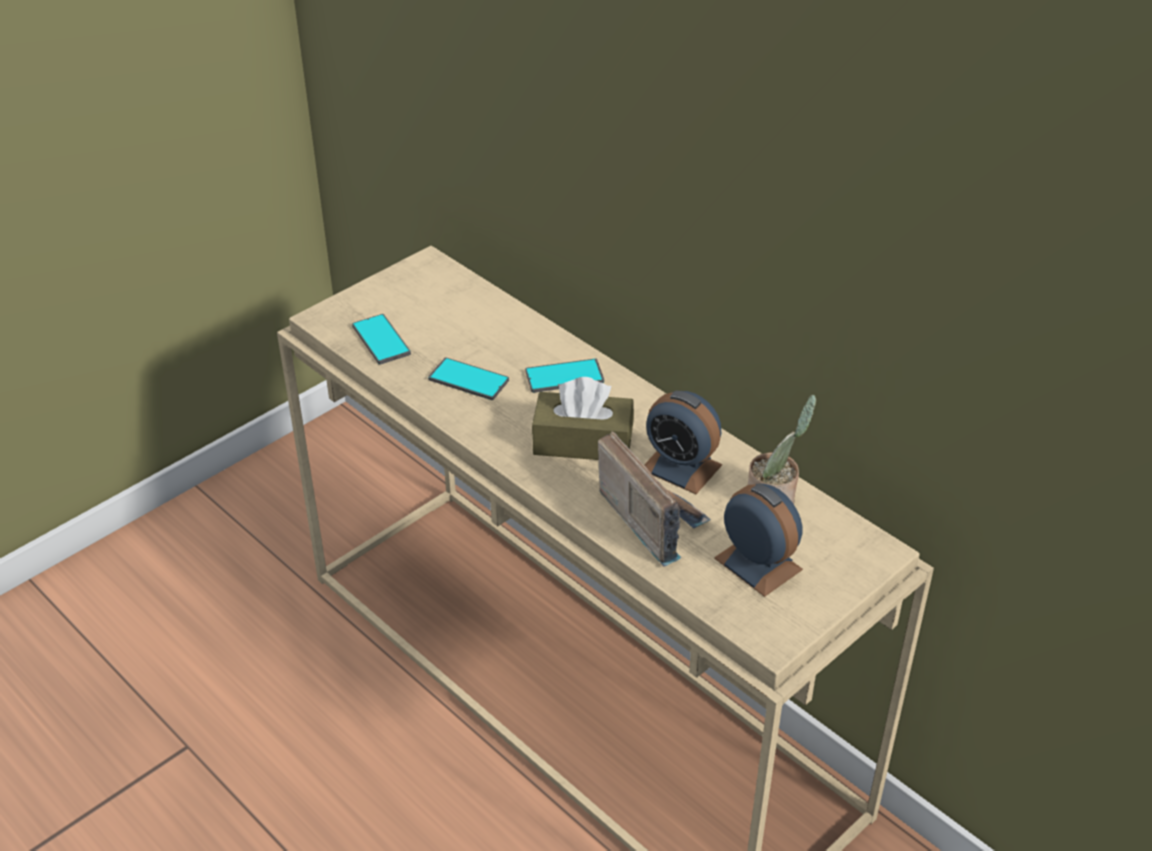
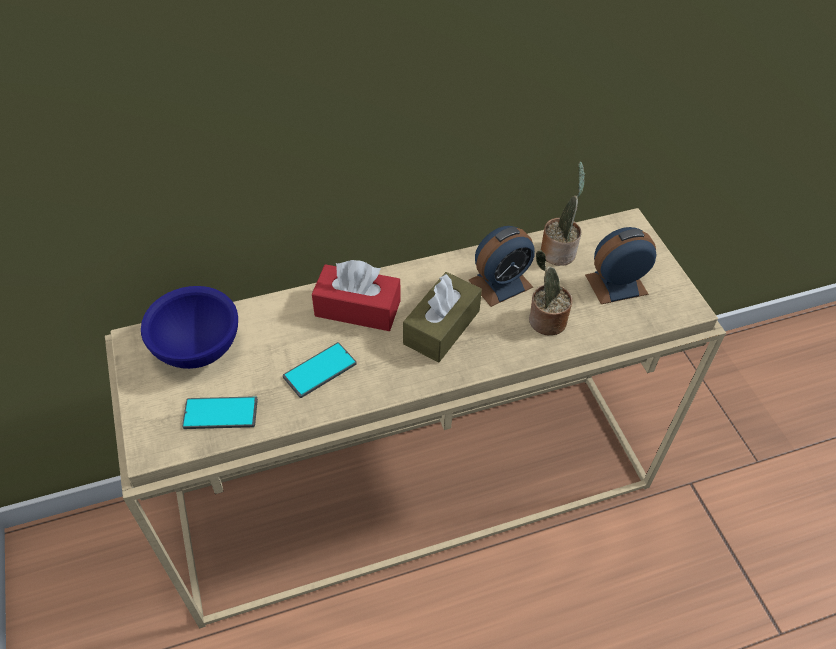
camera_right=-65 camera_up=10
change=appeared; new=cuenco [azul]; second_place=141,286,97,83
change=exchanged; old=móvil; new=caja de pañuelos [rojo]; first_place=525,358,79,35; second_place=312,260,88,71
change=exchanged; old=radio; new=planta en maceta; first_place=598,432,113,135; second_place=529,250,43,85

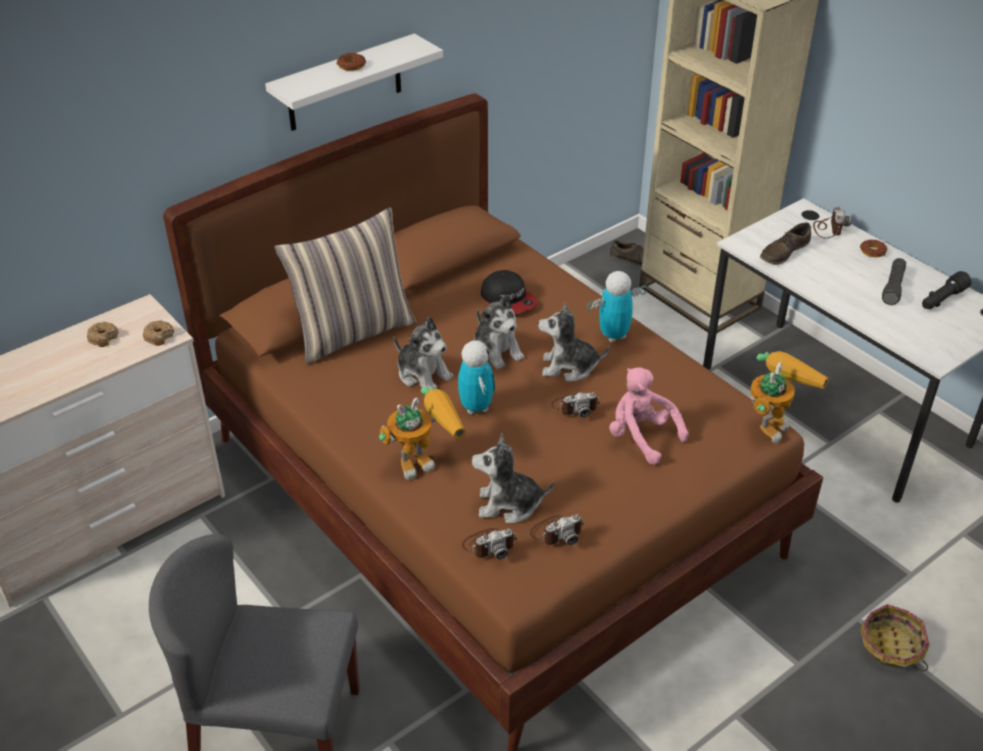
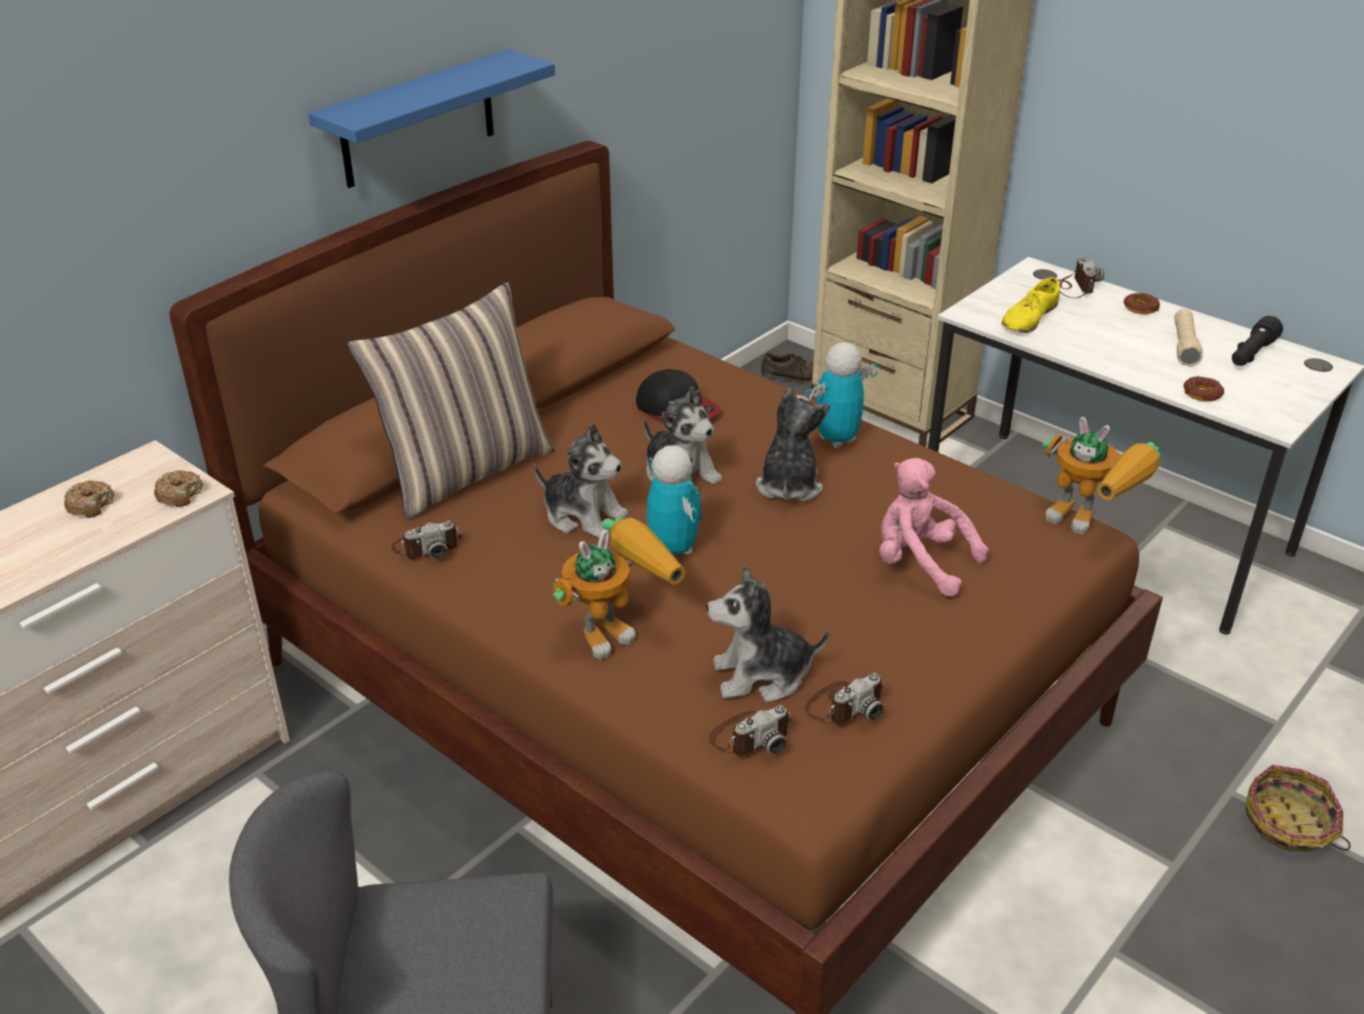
camera_right=-10 camera_up=-5
change=colour; old=estante [blanco]; new=estante [azul]; first_place=265,34,178,97; second_place=308,49,247,139
change=relocated; old=cámara; first_place=551,392,49,26; second_place=391,521,71,38
change=spun; old=peluche; first_place=538,302,71,80; second_place=756,388,74,113; degrees=105
change=colour; old=zapato [marrón]; new=zapato [amarillo]; first_place=760,223,51,42; second_place=1001,277,59,56
change=spun; old=robot de juguete; first_place=750,351,79,92; second_place=1042,417,118,117; degrees=105
change=colour; old=linterna [negro]; new=linterna [beis]; first_place=882,258,24,47; second_place=1175,309,28,57
change=relocated; old=rosquilla; first_place=336,53,30,18; second_place=1184,376,41,26

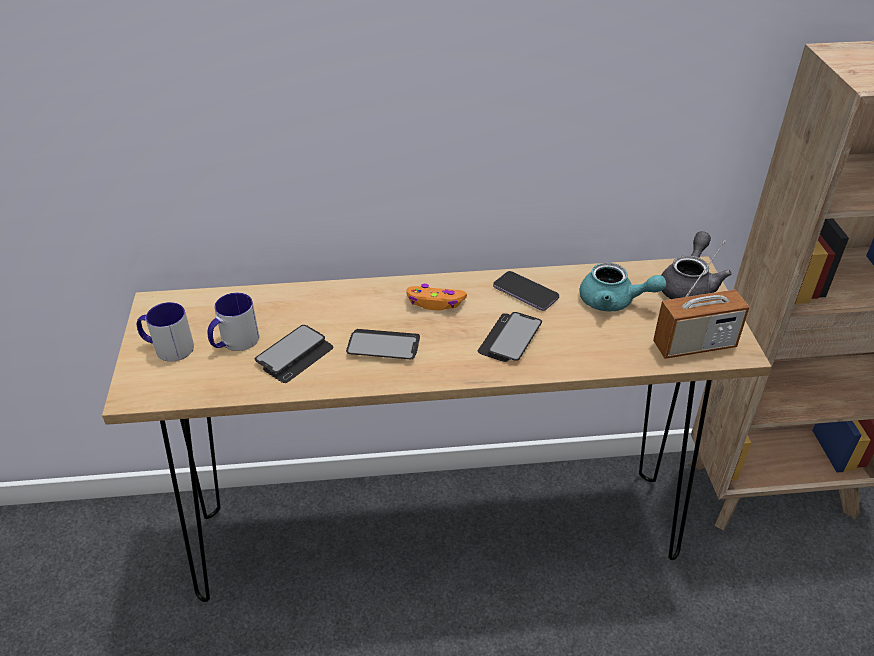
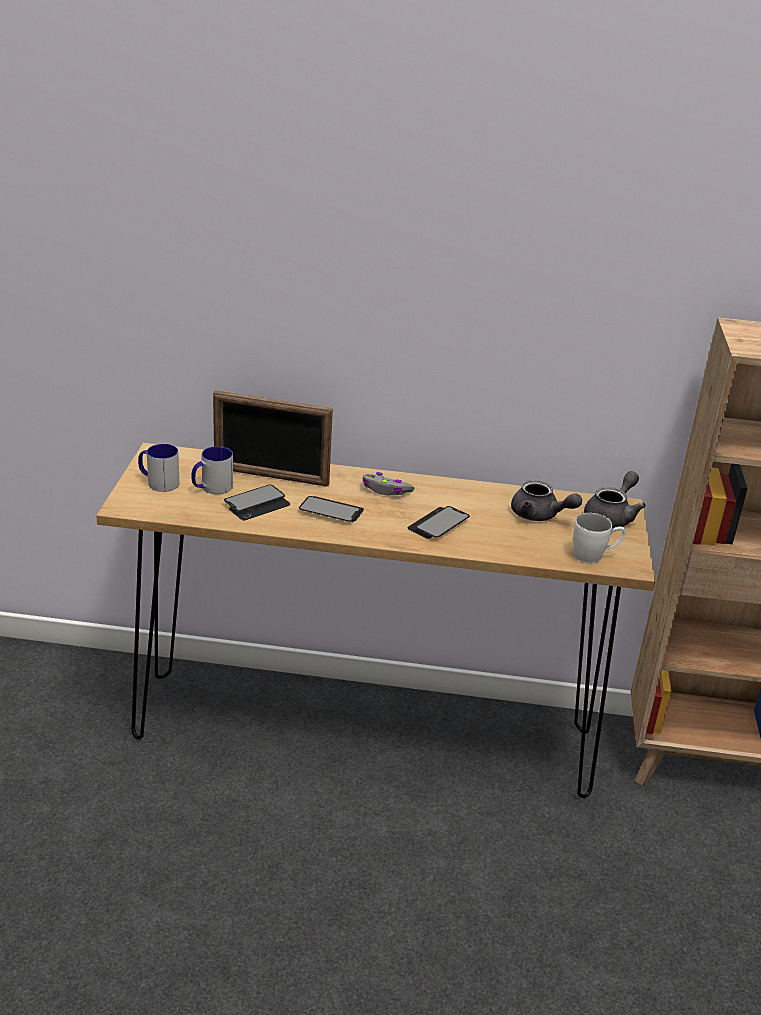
camera_right=10 camera_up=-10
change=appeared; new=portarretratos; second_place=213,391,120,96
change=colour; old=mando de consola [naranja]; new=mando de consola [gris]; first_place=406,284,61,27; second_place=362,472,52,24
change=colour; old=tetera [turquesa]; new=tetera [gris]; first_place=580,262,86,49; second_place=511,480,71,41
change=exchanged; old=radio; new=taza grande [blanco]; first_place=653,240,96,119; second_place=573,513,53,50
change=missing; old=móvil; first_place=493,271,66,40

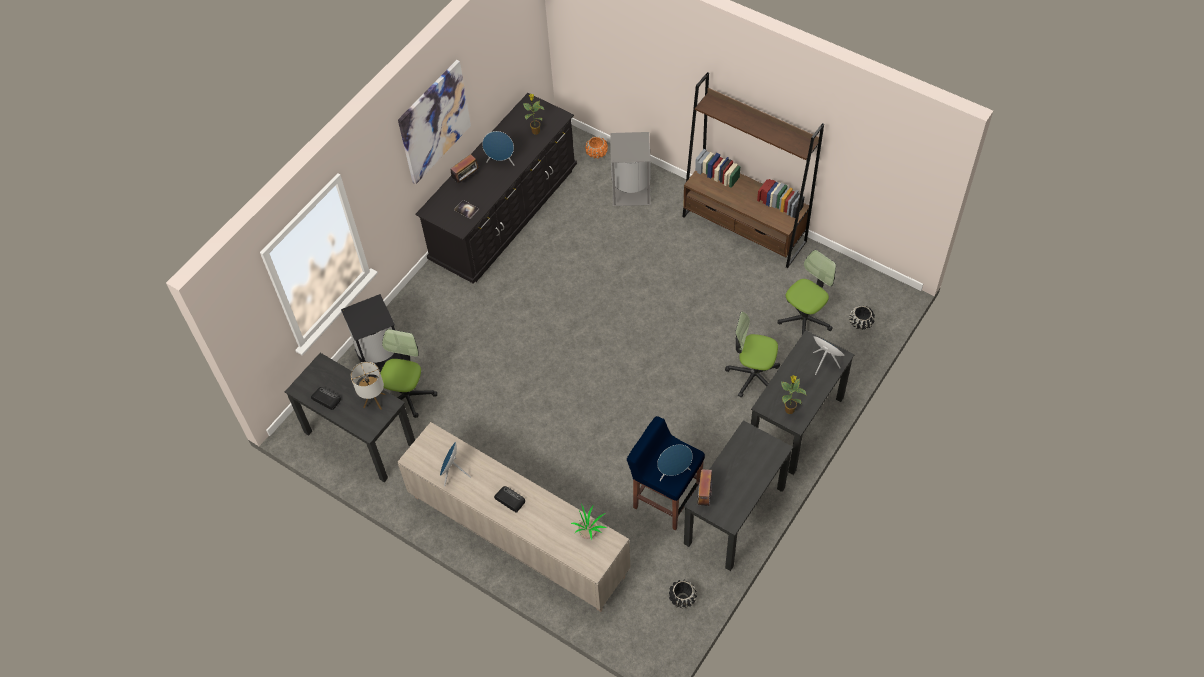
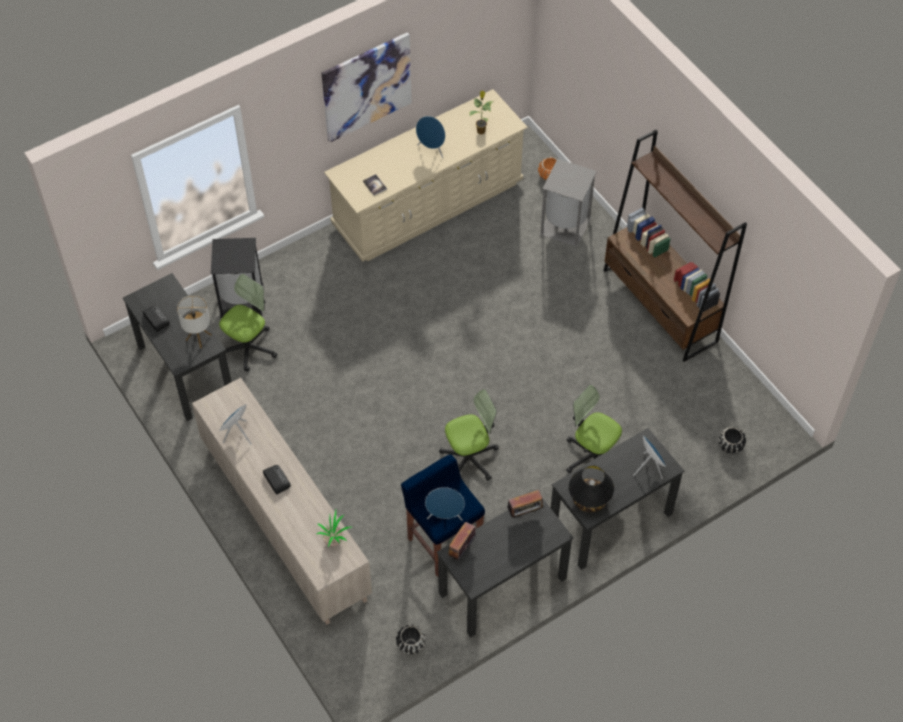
camera_right=20 camera_up=0
change=colour; old=cómoda [negro]; new=cómoda [beis]; first_place=415,93,162,191; second_place=324,89,204,173
change=relocated; old=silla de oficina; first_place=778,250,58,85; second_place=439,389,60,92
change=relocated; old=radio; first_place=450,154,29,29; second_place=507,490,38,28
change=exchanged; old=planta en maceta; new=lámpara de mesa [negro]; first_place=781,375,25,39; second_place=569,466,45,46

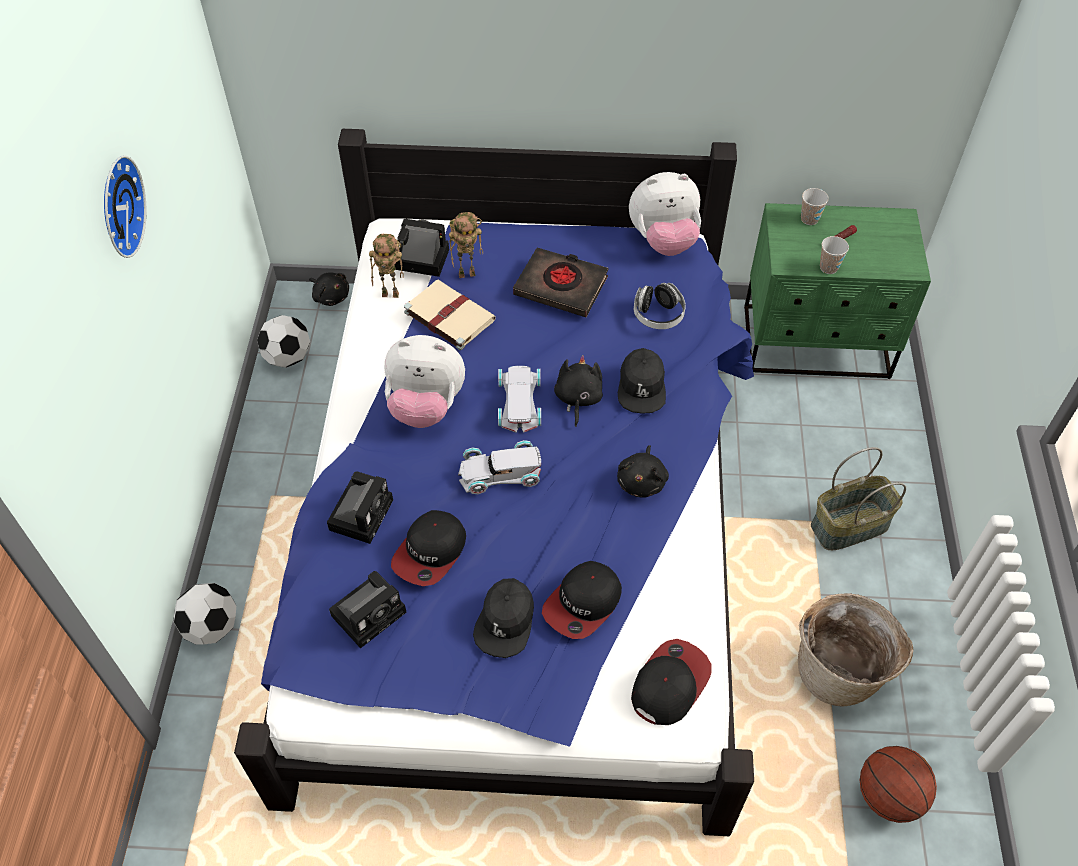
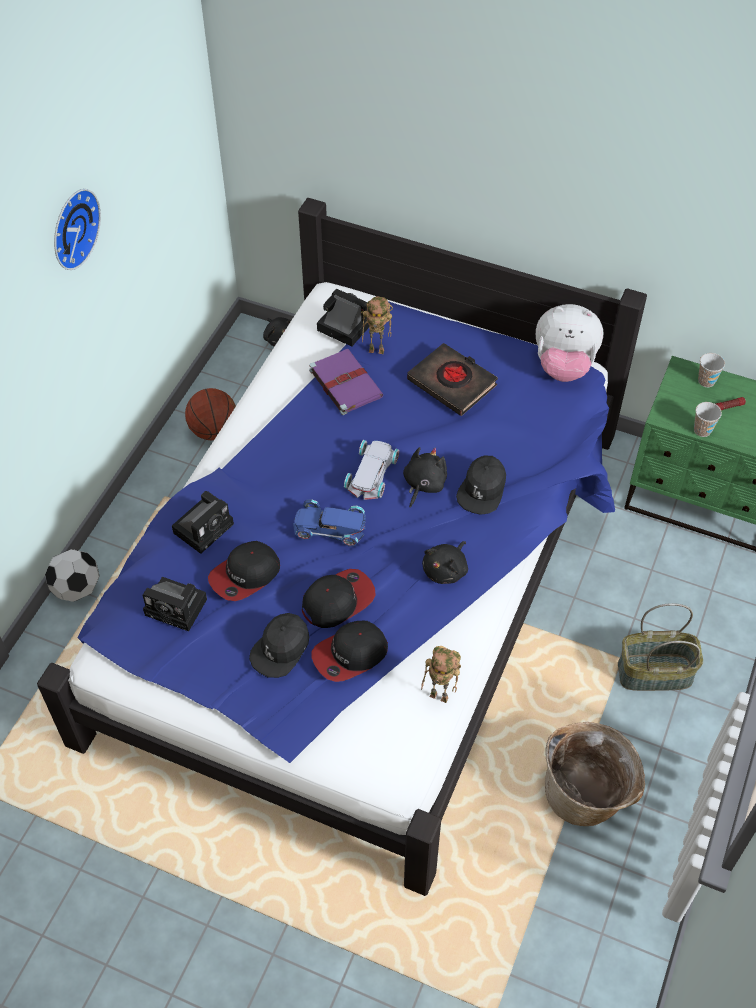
camera_right=20 camera_up=0
change=spun; old=cámara; first_place=329,571,78,78; second_place=142,577,65,54; degrees=45
change=relocated; old=balón de baloncesto; first_place=860,746,77,77; second_place=185,388,51,52
change=colour; old=coche de juguete [blanco]; new=coche de juguete [azul]; first_place=458,440,83,54; second_place=293,499,73,48
change=relocated; old=gorra; first_place=631,639,80,86; second_place=302,569,74,59
change=colour; old=libro [beis]; new=libro [morado]; first_place=404,279,92,71; second_place=309,349,75,66
change=relocated; old=robot de juguete; first_place=369,234,35,64; second_place=421,646,40,57
change=missing; old=balón de fútbol; first_place=257,315,53,53
change=missing; old=peluche; first_place=384,335,81,93
change=missing; old=auriculares; first_place=634,283,52,46

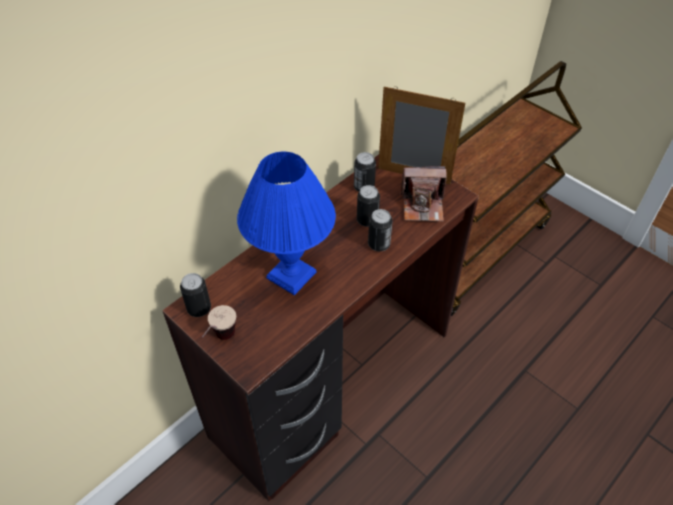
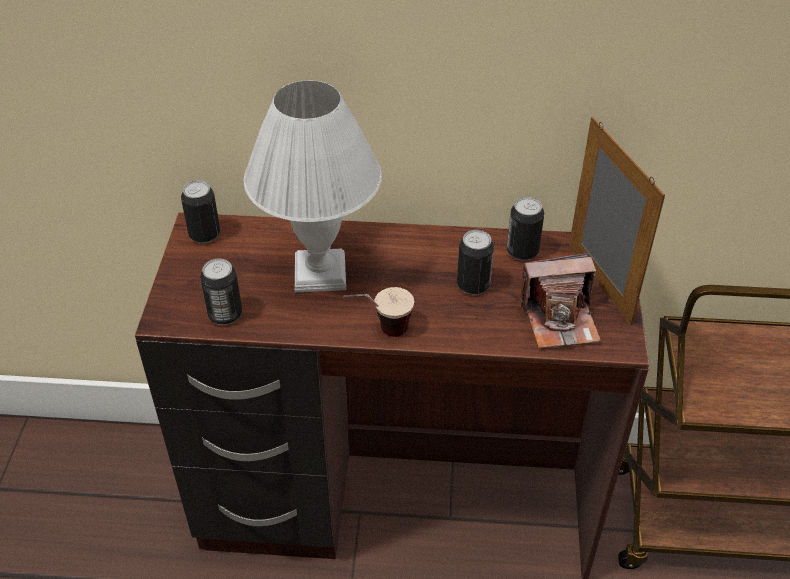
camera_right=50 camera_up=-5
change=relocated; old=lata; first_place=368,209,25,42; second_place=200,259,42,66
change=colour; old=lámpara de mesa [azul]; new=lámpara de mesa [blanco]; first_place=237,152,99,143; second_place=244,80,138,212
change=relocated; old=taza; first_place=202,305,34,35; second_place=343,287,71,50
change=spun; old=cámara; first_place=400,166,47,56; second_place=518,253,83,95; degrees=-60

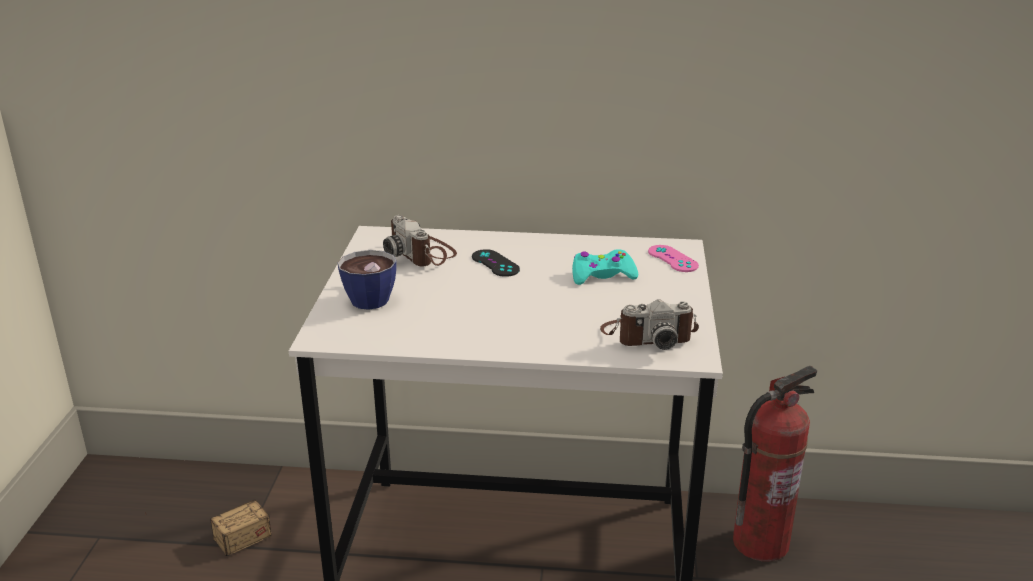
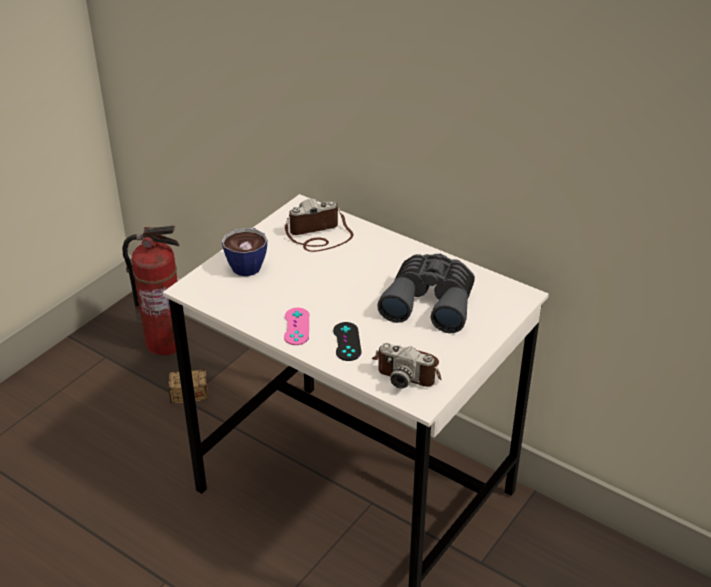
camera_right=30 camera_up=10
change=relocated; old=extintor; first_place=733,366,84,196; second_place=122,226,57,130
change=relocated; old=mando de consola [rosa]; first_place=648,245,51,27; second_place=284,308,25,37
change=spun; old=cámara; first_place=383,215,74,51; second_place=285,198,68,54; degrees=75
change=relocated; old=mando de consola [negro]; first_place=472,249,48,28; second_place=333,322,28,39
change=exchanged; old=mando de consola [turquesa]; new=prismáticos [gris]; first_place=572,249,66,36; second_place=377,254,98,79

